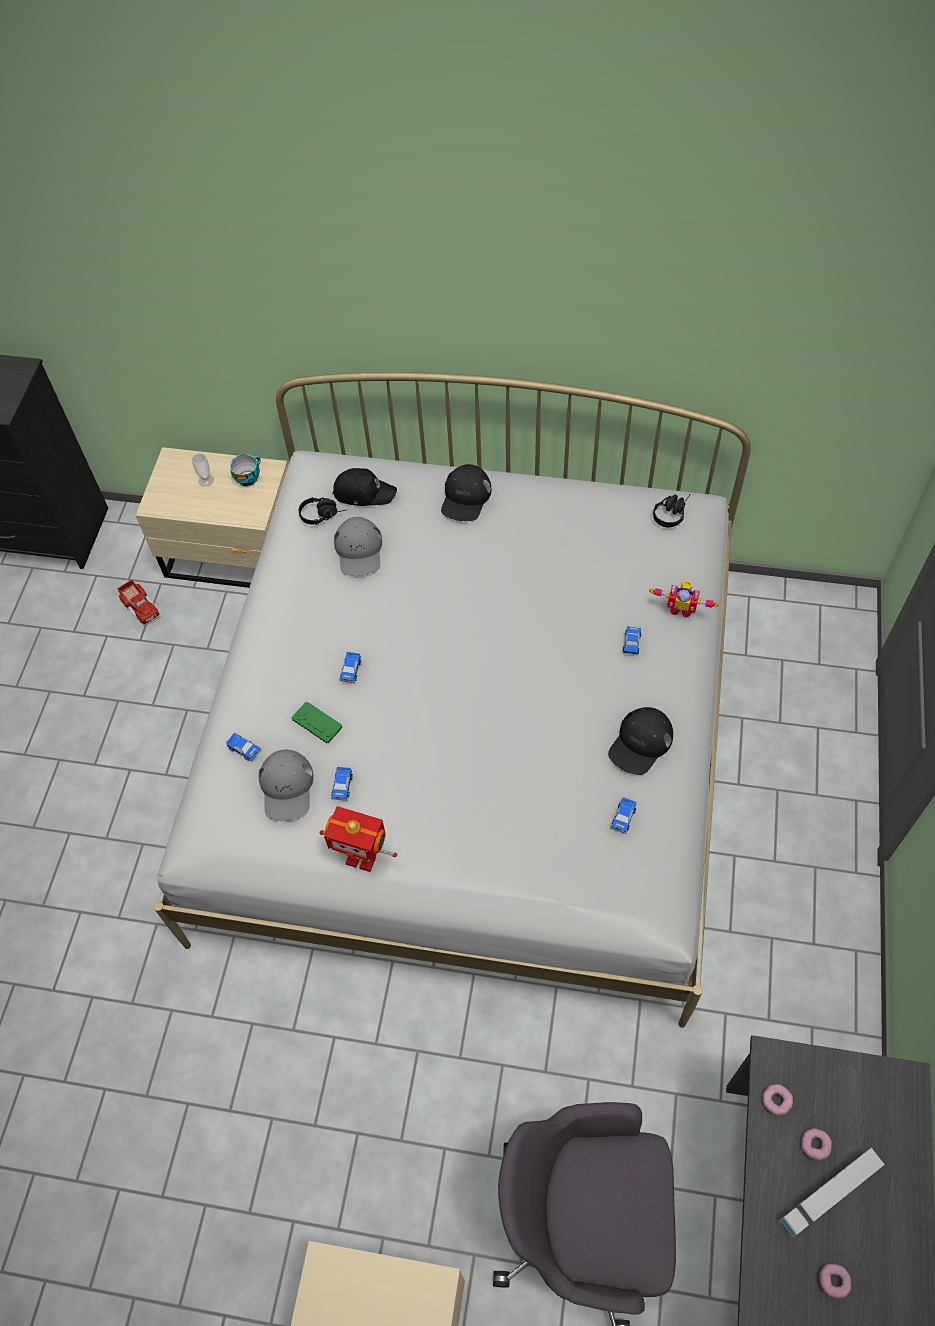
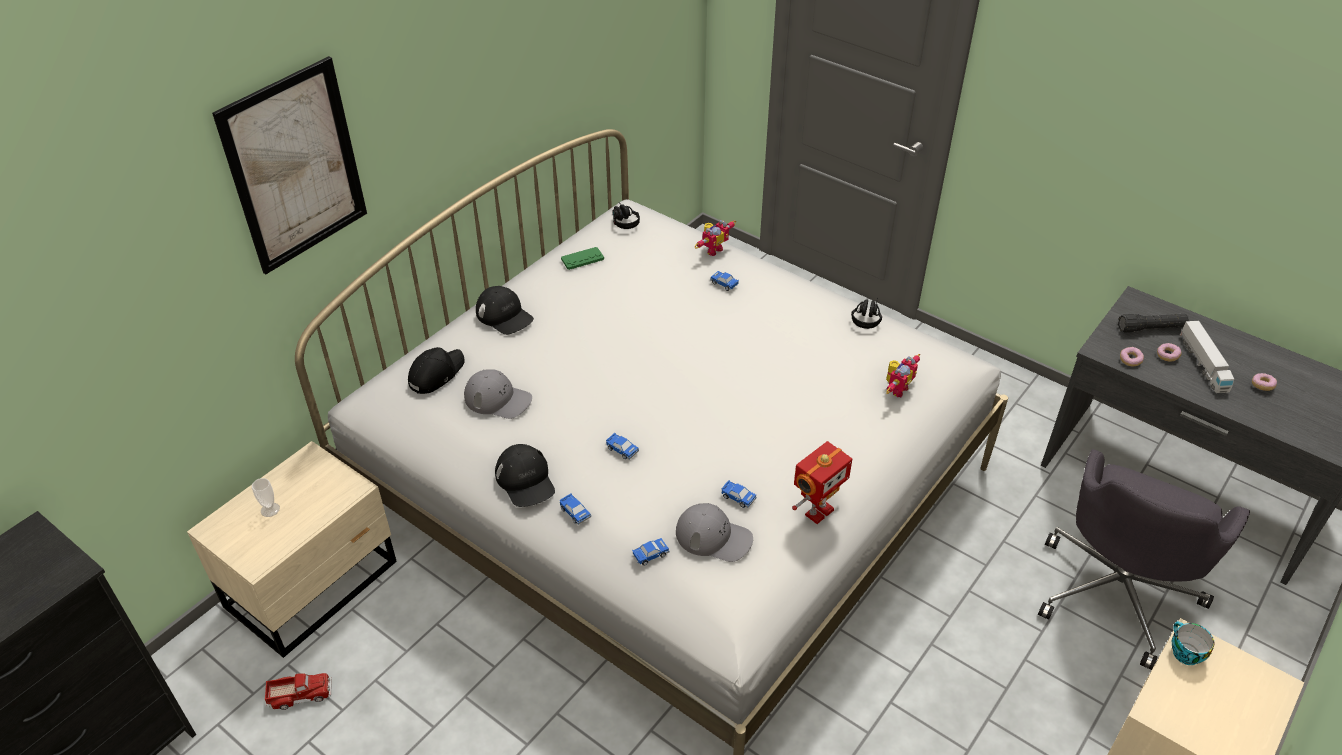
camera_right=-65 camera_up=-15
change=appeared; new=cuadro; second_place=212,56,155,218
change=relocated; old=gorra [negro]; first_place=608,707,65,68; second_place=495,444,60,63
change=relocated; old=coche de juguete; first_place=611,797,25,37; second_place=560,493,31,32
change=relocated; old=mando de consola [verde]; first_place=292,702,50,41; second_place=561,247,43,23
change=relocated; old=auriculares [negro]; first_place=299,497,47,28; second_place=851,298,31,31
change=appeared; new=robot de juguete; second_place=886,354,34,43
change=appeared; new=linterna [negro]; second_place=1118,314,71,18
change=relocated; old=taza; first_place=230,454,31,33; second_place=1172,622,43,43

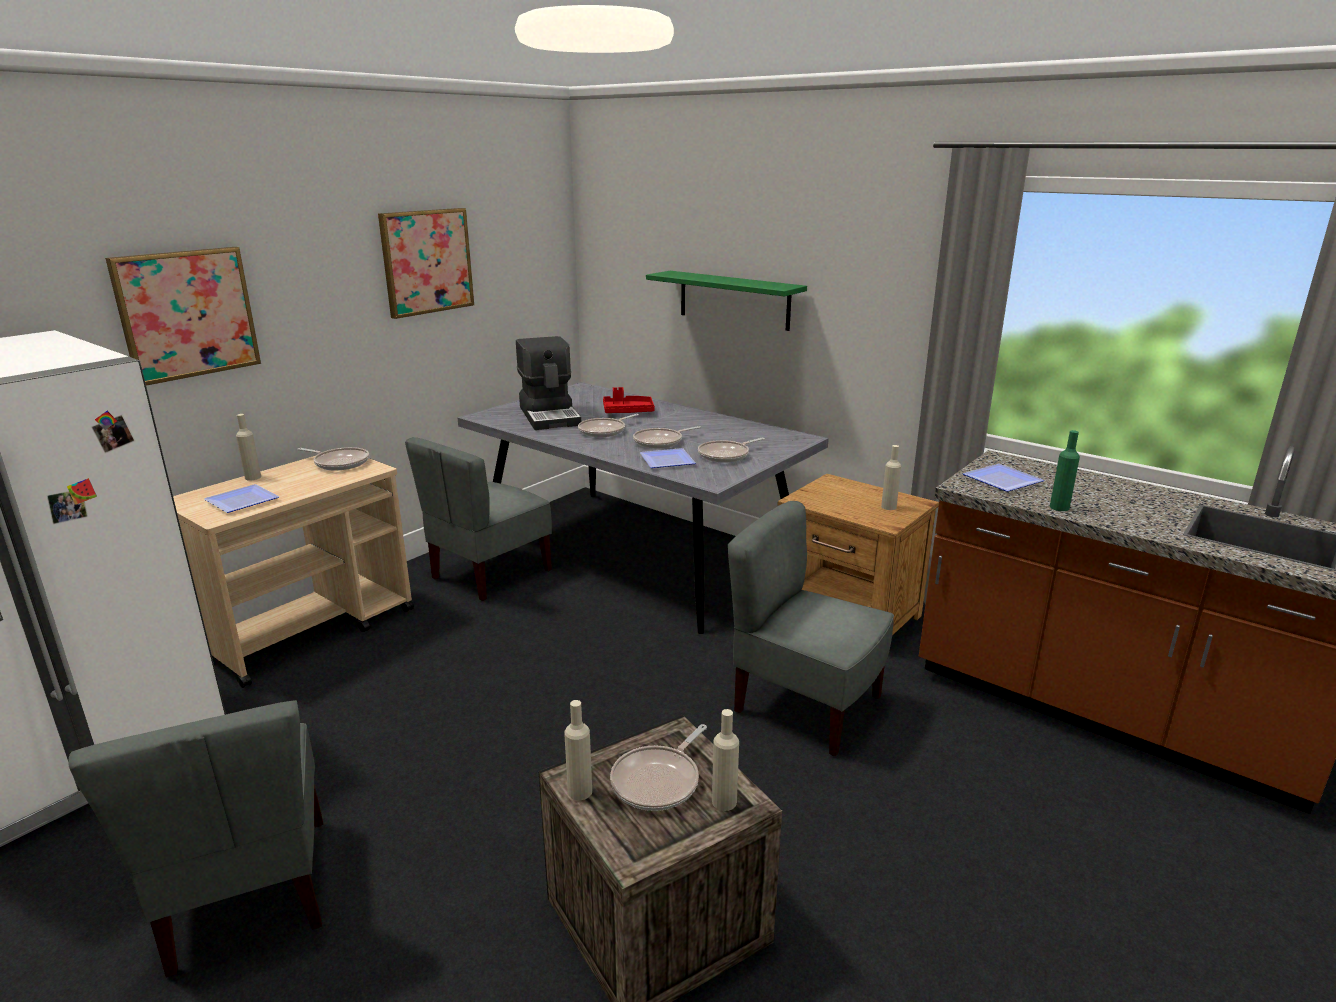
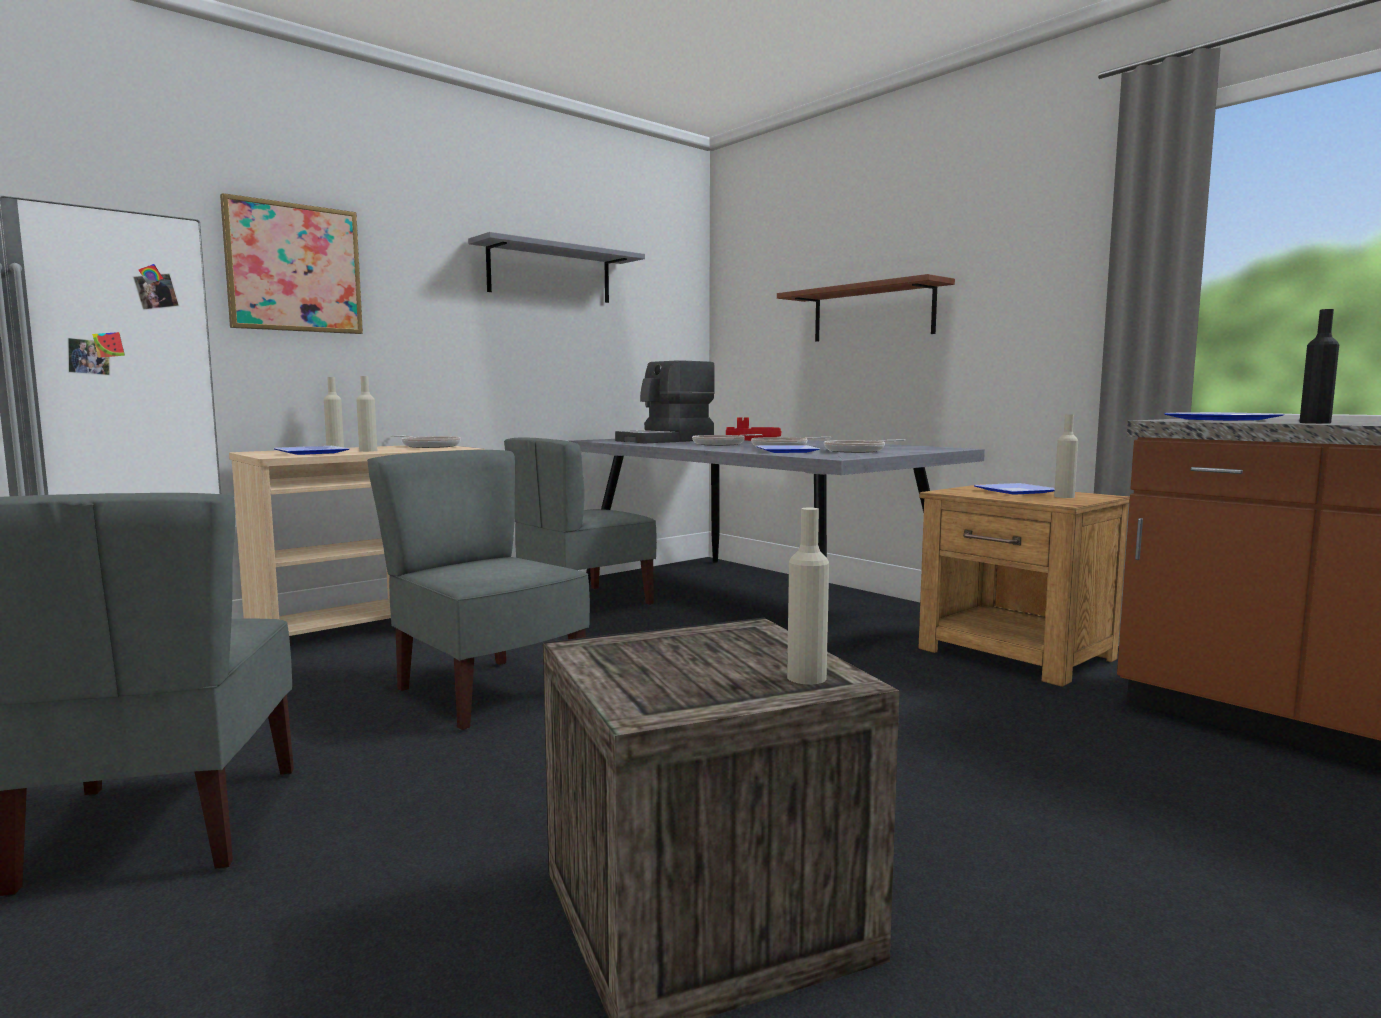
camera_right=10 camera_up=-15
change=relocated; old=botella [beis]; first_place=564,700,28,100; second_place=356,376,21,76
change=relocated; old=silla [gris]; first_place=728,501,166,256; second_place=367,450,223,281
change=exchanged; old=cuadro; new=estante [gris]; first_place=378,208,96,111; second_place=468,232,177,71
change=spun; old=cafetera; first_place=516,336,65,94; second_place=615,360,100,83; degrees=60
change=colour; old=estante [verde]; new=estante [marrón]; first_place=646,271,161,60; second_place=777,274,178,68
change=appeared; new=plato; second_place=974,483,81,12
change=colour; old=botella [verde]; new=botella [negro]; first_place=1050,430,30,81; second_place=1299,309,40,114
change=missing; old=sartén; first_place=610,724,97,87

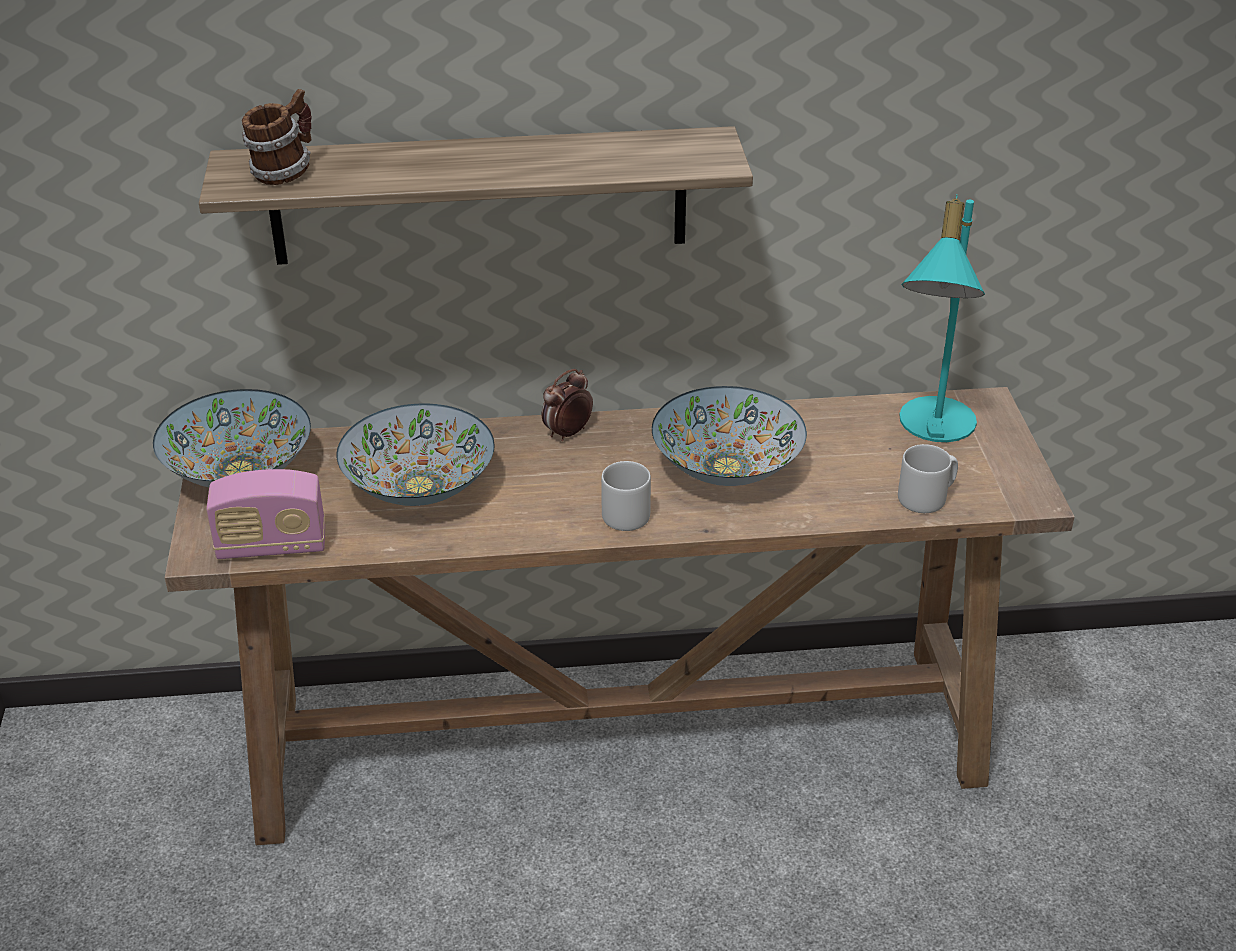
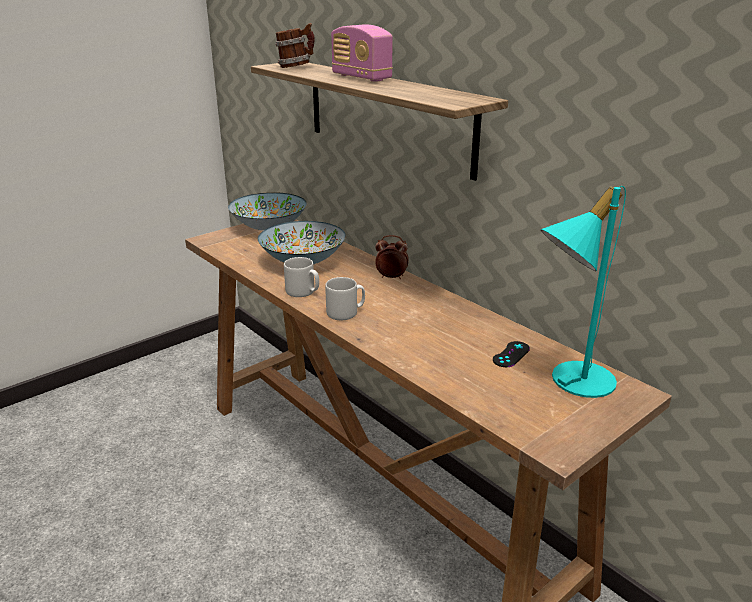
camera_right=55 camera_up=-10
change=relocated; old=taza grande [gris]; first_place=898,444,60,69; second_place=284,257,35,40
change=relocated; old=radio; first_place=206,469,119,90; second_place=331,25,62,57
change=appeared; new=mando de consola [negro]; second_place=493,341,37,26
change=missing; old=cuenco; first_place=652,386,155,100

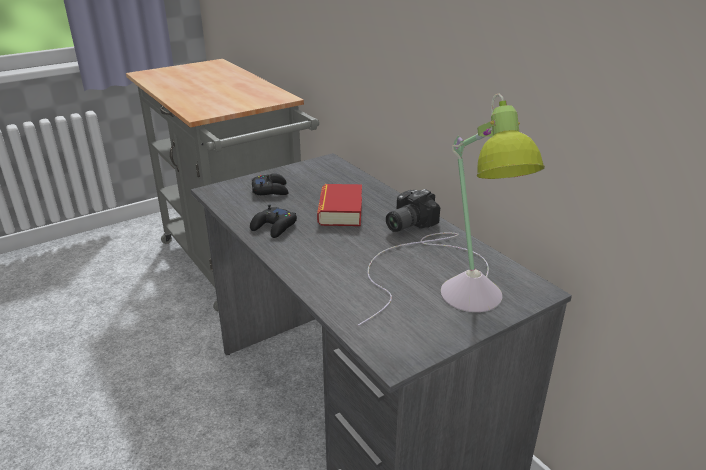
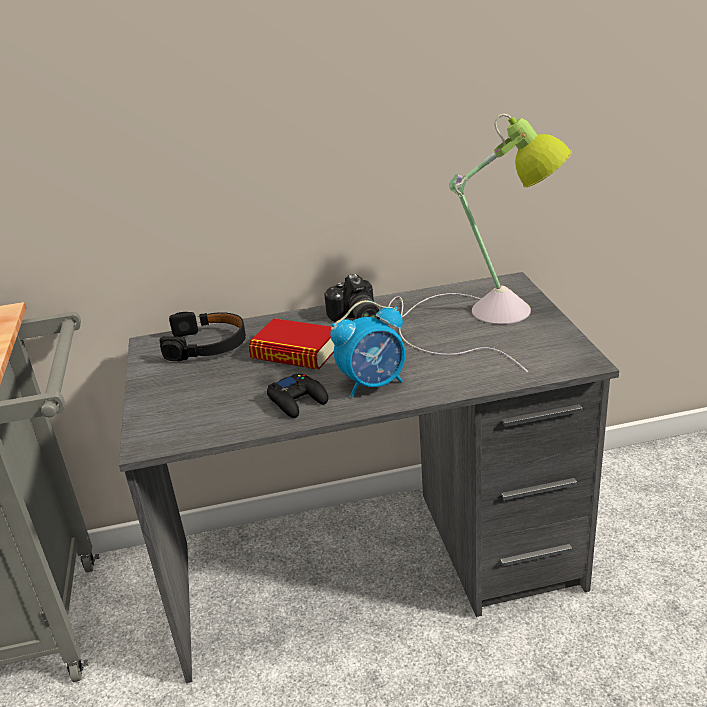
camera_right=-65 camera_up=0
change=appeared; new=auriculares [negro]; second_place=159,312,87,49
change=appeared; new=despertador; second_place=330,300,75,98
change=missing; old=mando de consola [negro]; first_place=252,173,37,22

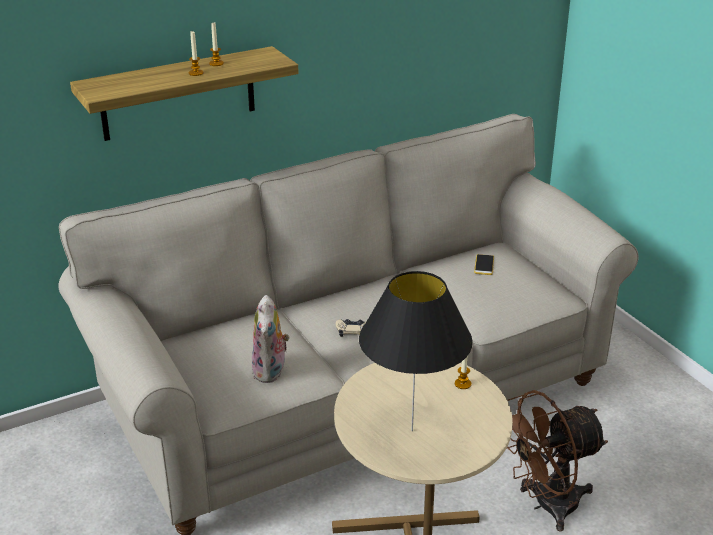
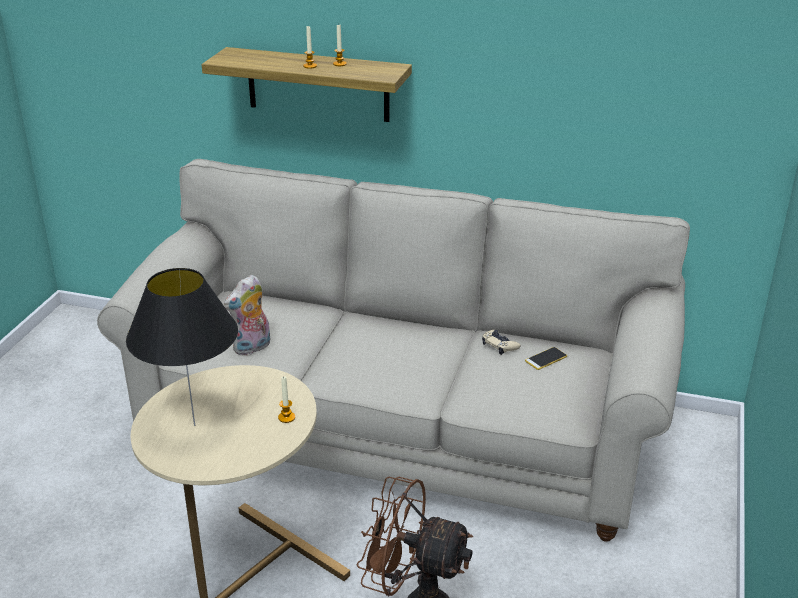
camera_right=45 camera_up=0
change=relocated; old=mando de consola [beis]; first_place=336,319,31,18; second_place=482,330,39,25

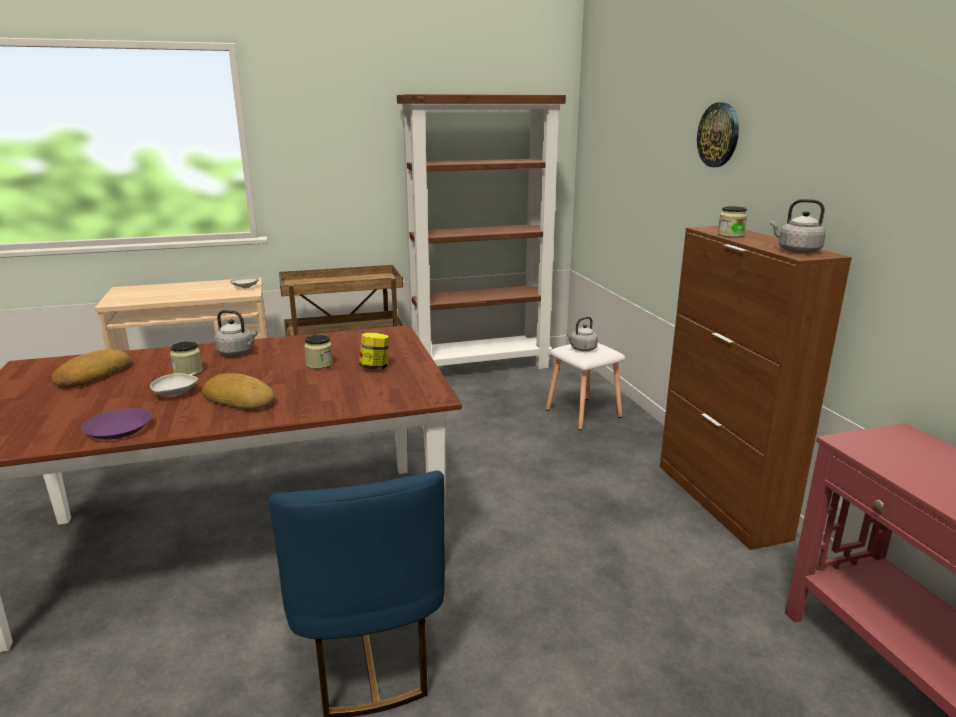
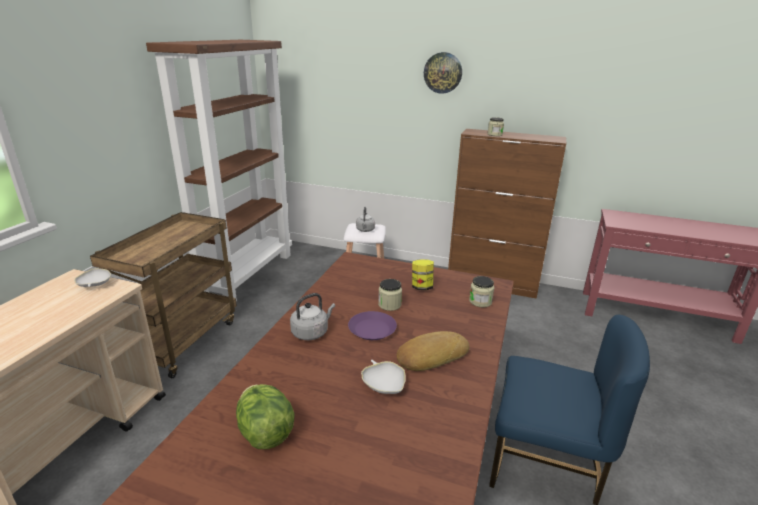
camera_right=-55 camera_up=5
change=exchanged; old=pan; new=lechuga; first_place=52,349,78,38; second_place=236,384,59,65
change=relocated; old=plato [morado]; first_place=81,408,71,32; second_place=348,311,49,29
change=relocated; old=tarro; first_place=170,341,33,35; second_place=469,276,25,31
change=missing; old=hervidor [gris]; first_place=770,199,56,54

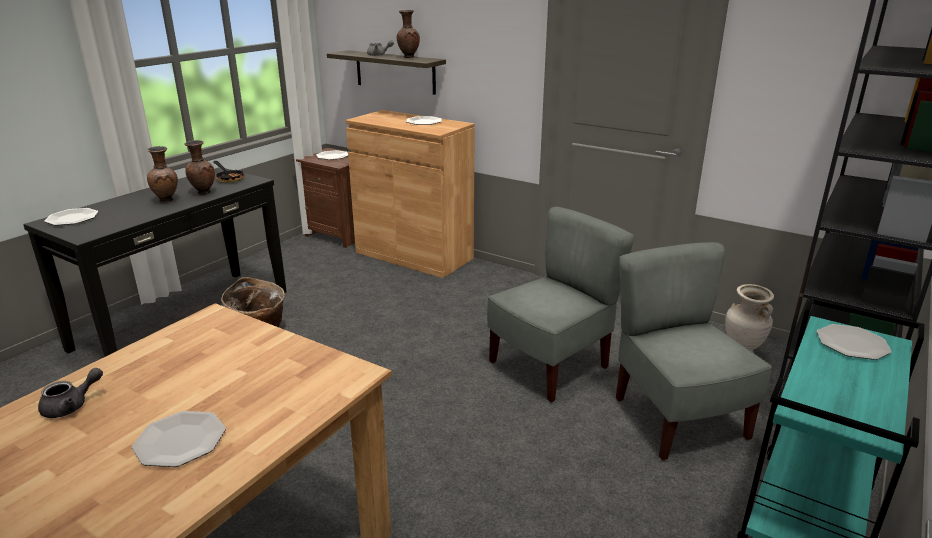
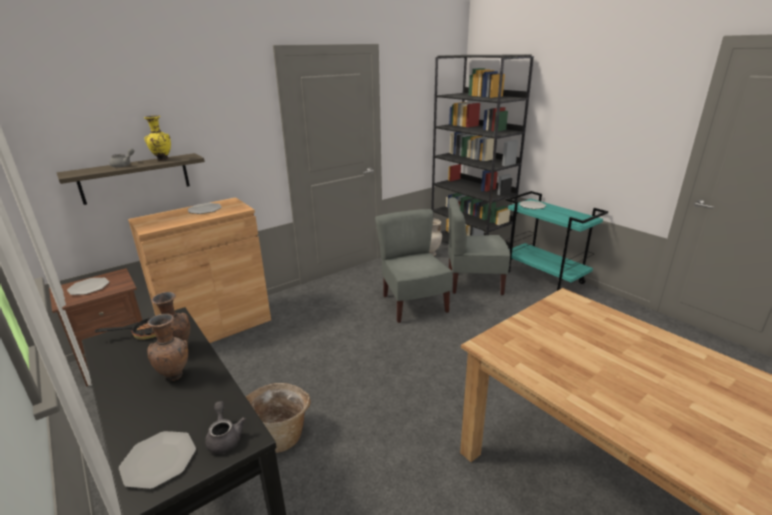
camera_right=-70 camera_up=0
change=colour; old=florero [marrón]; new=florero [amarillo]; first_place=397,10,23,48; second_place=144,115,27,45
change=relocated; old=tetera [gris]; first_place=38,368,65,50; second_place=205,401,41,53
change=missing; old=plato; first_place=132,411,94,56

